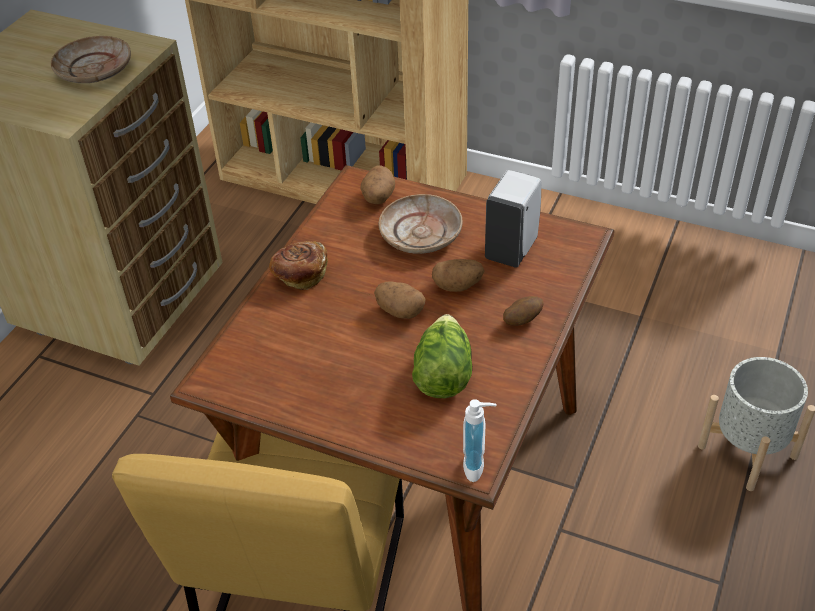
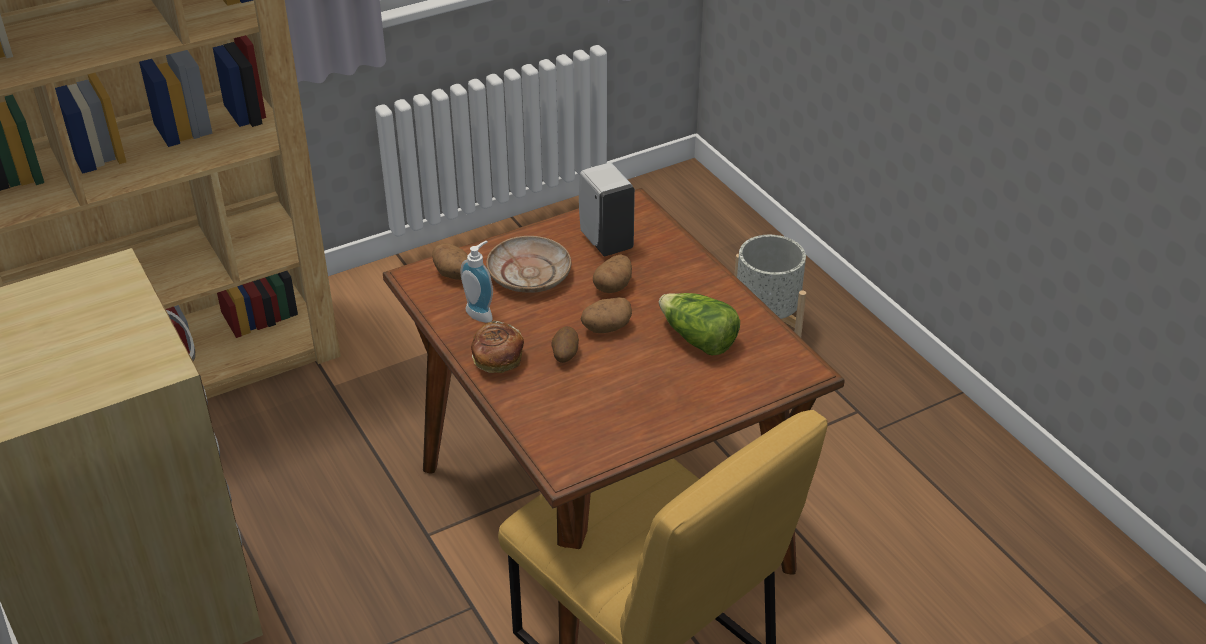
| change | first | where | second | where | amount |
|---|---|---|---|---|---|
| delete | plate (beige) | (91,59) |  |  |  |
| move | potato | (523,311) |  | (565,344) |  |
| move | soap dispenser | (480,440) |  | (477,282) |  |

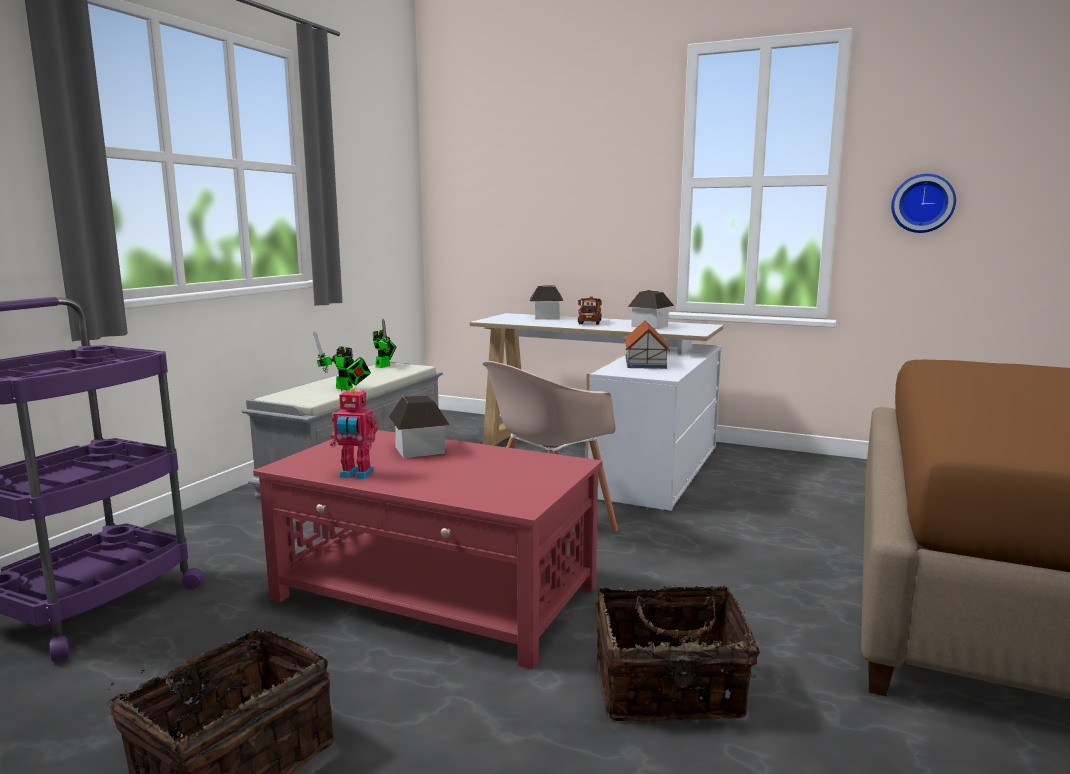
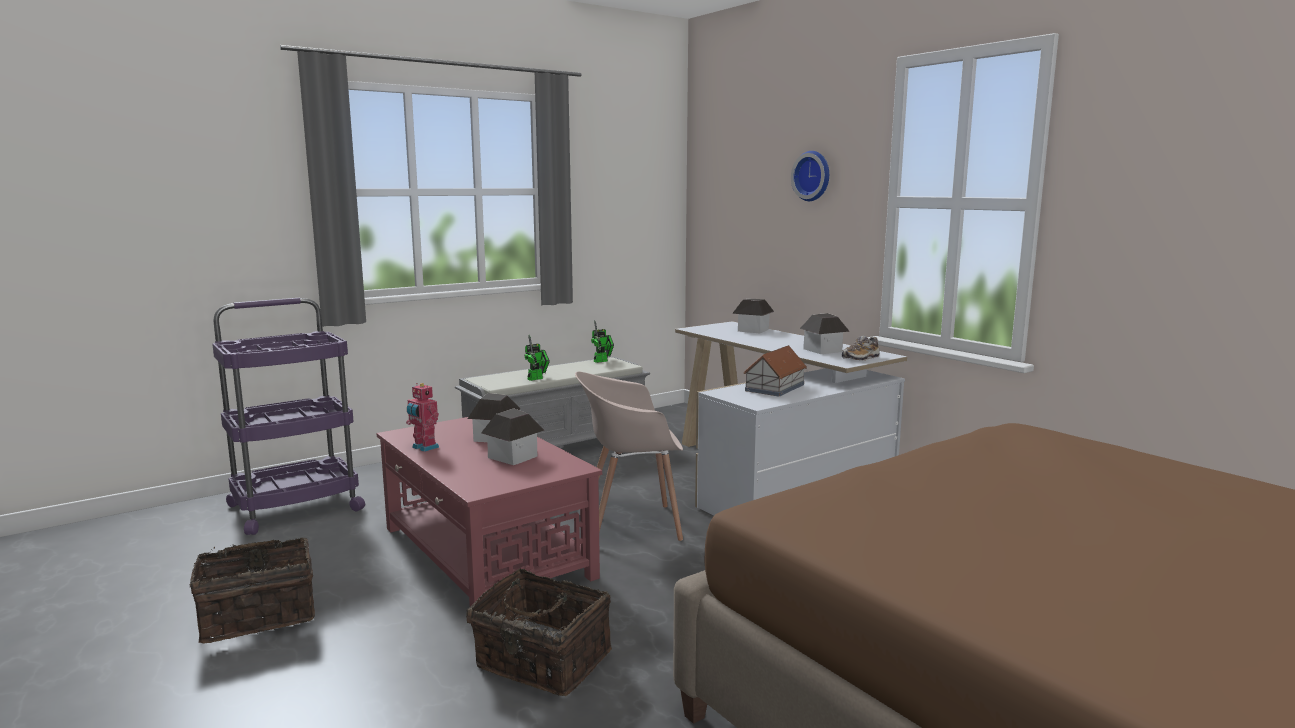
| change | first | where | second | where | amount |
|---|---|---|---|---|---|
| move | wall clock | (923,203) |  | (810,176) |  |
| delete | toy truck | (590,310) |  |  |  |
| rotate | toy robot | (342,360) |  | (537,358) | 105 degrees counterclockwise |
| insert |  |  | shoe | (861,348) |  |
| insert |  |  | toy house | (512,436) |  |

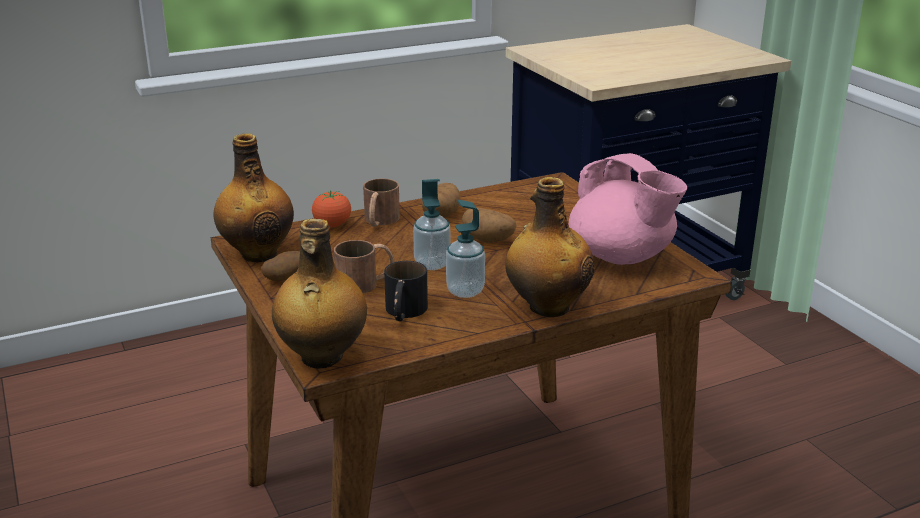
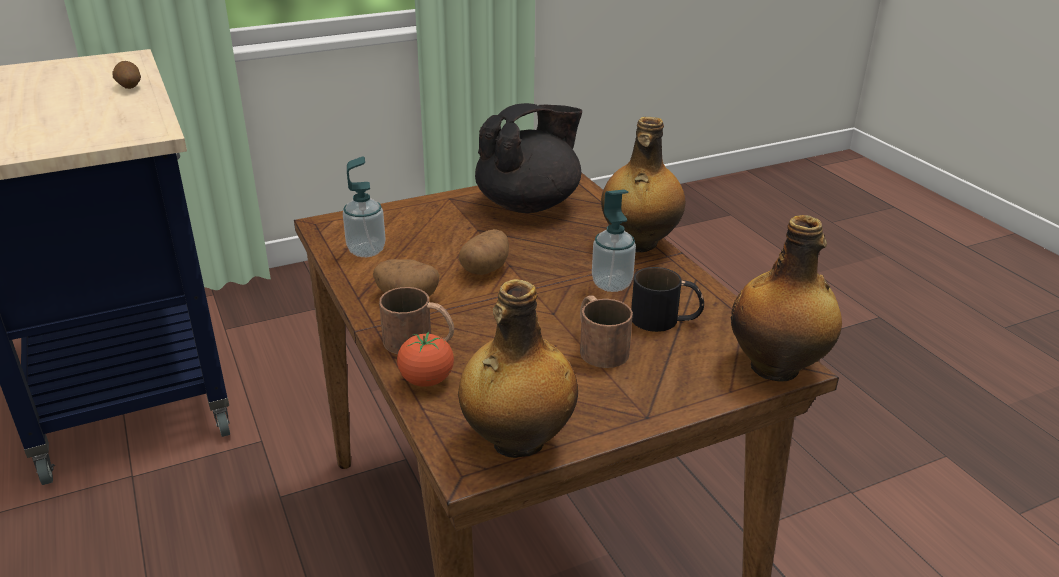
| change | first | where | second | where | amount |
|---|---|---|---|---|---|
| recolor | teapot (pink) | (628,209) | teapot (black) | (528,158) |  |
| move | soap dispenser | (431,224) |  | (364,206) |  |
| move | potato | (280,266) |  | (126,75) |  |

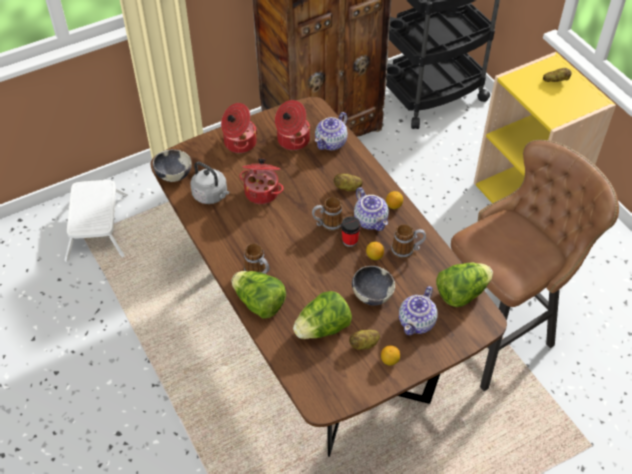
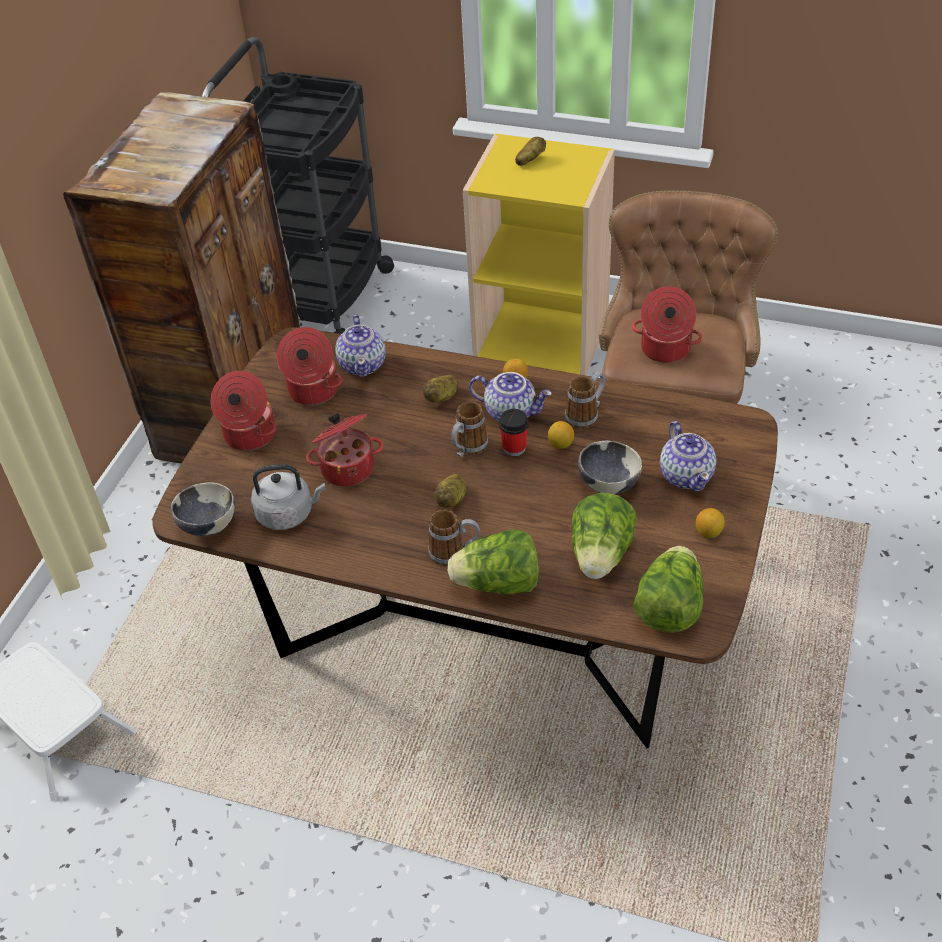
| change | first | where | second | where | amount |
|---|---|---|---|---|---|
| move | lettuce | (464,285) |  | (668,589) |  |
| move | potato | (364,340) |  | (450,491) |  |
| insert |  |  | cooking pot | (667,324) |  |

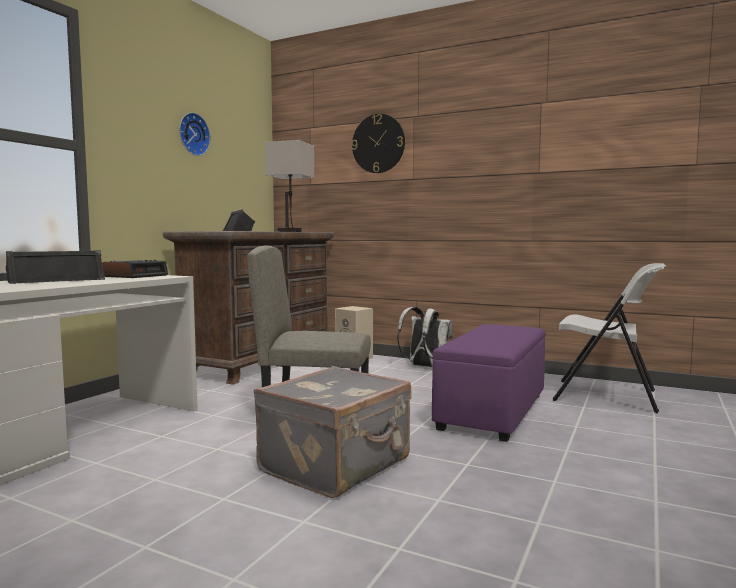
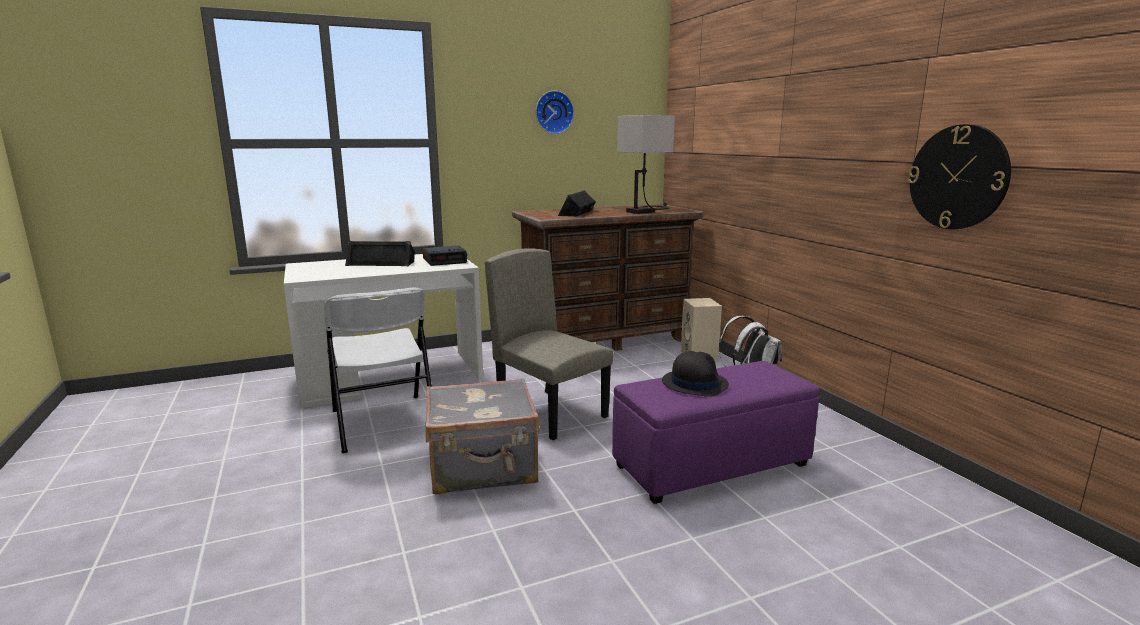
| change | first | where | second | where | amount |
|---|---|---|---|---|---|
| move | wall clock | (378,143) |  | (959,176) |  |
| move | chair (white) | (609,338) |  | (378,370) |  |
| insert |  |  | hat (black) | (695,374) |  |

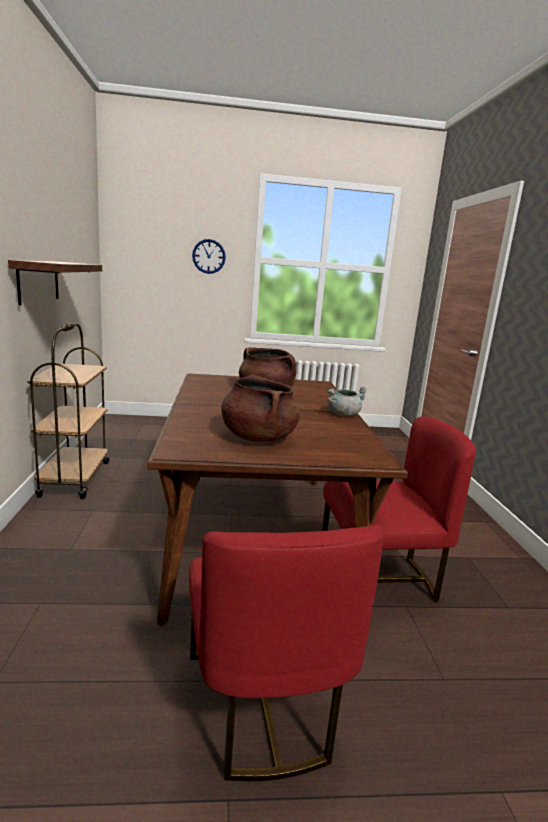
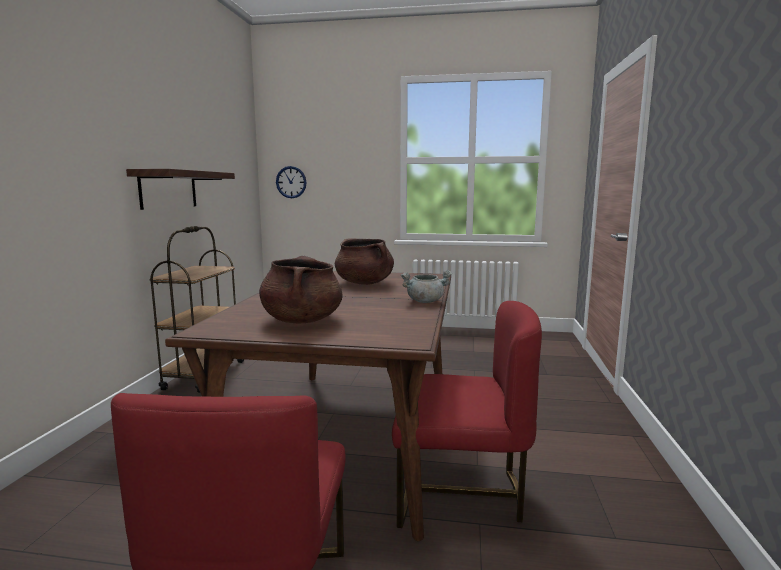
| change | first | where | second | where | amount |
|---|---|---|---|---|---|
| move | wall clock | (209,256) |  | (291,182) |  |

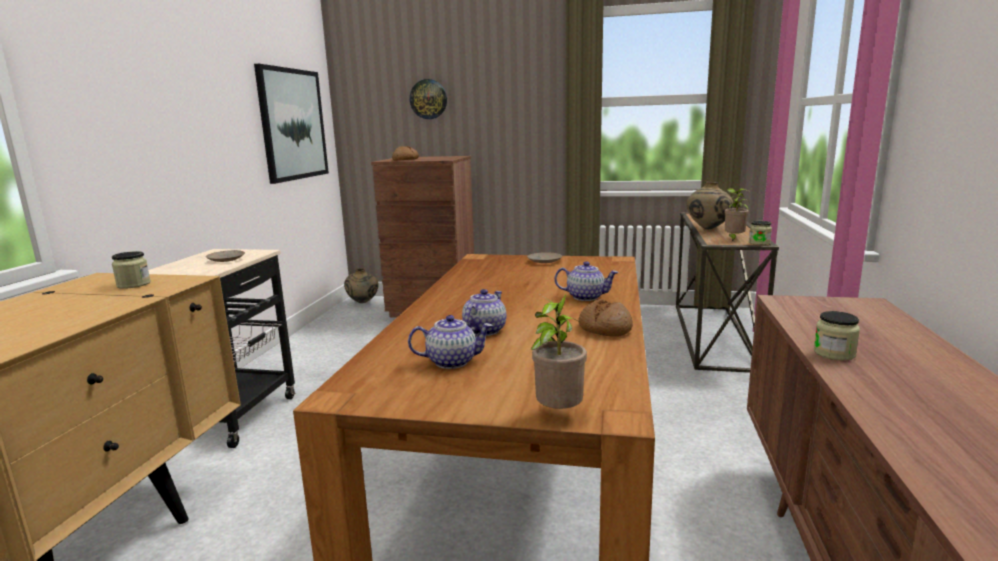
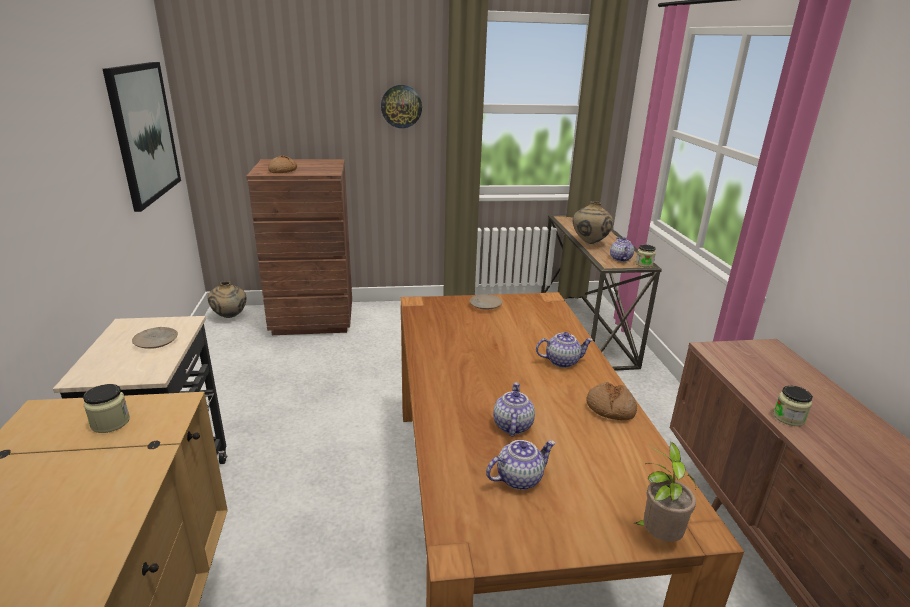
| change | first | where | second | where | amount |
|---|---|---|---|---|---|
| move | wall clock | (428,99) |  | (401,106) |  |
| replace | potted plant | (737,214) | teapot | (622,249) |  |

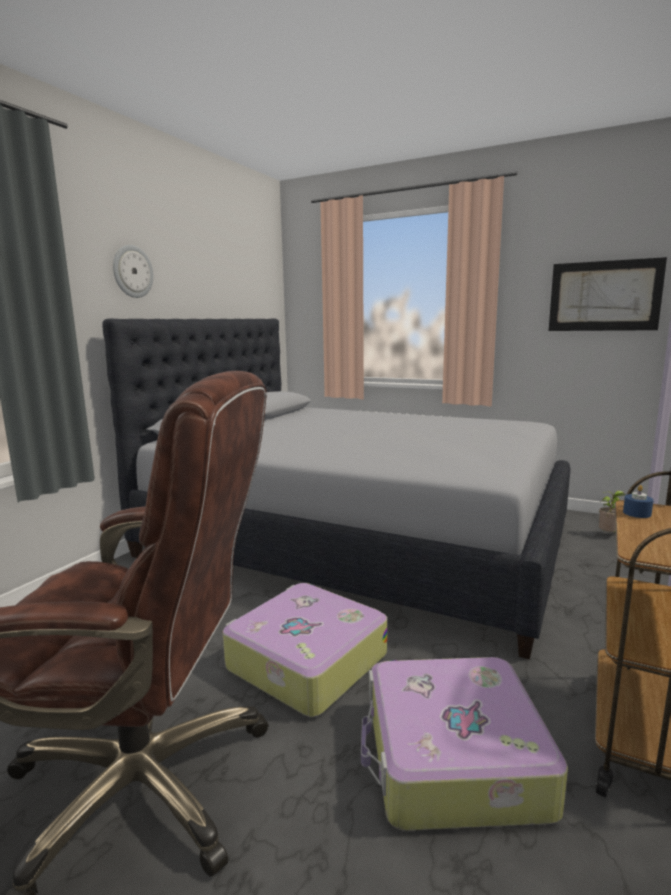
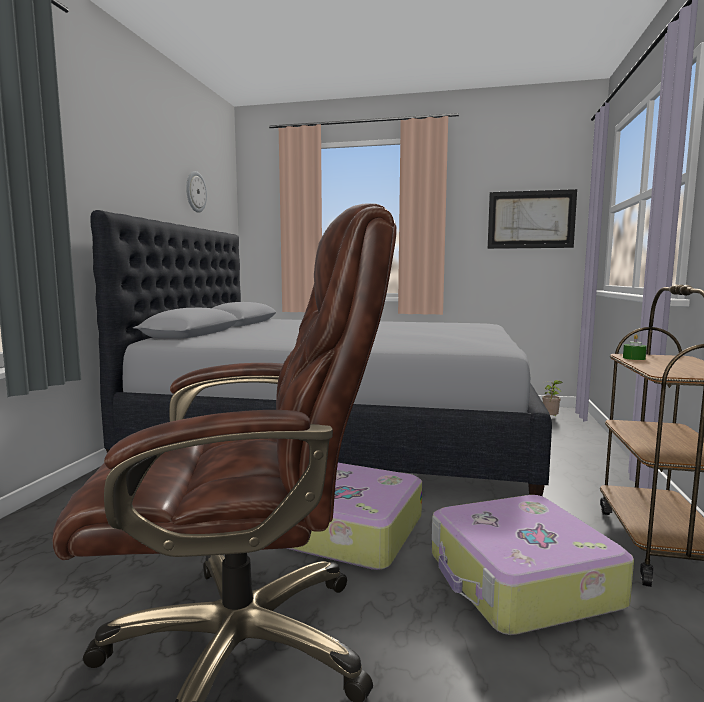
| change | first | where | second | where | amount |
|---|---|---|---|---|---|
| move | wall clock | (133,271) |  | (196,192) |  |
| recolor | candle (blue) | (638,501) | candle (green) | (635,347) |  |

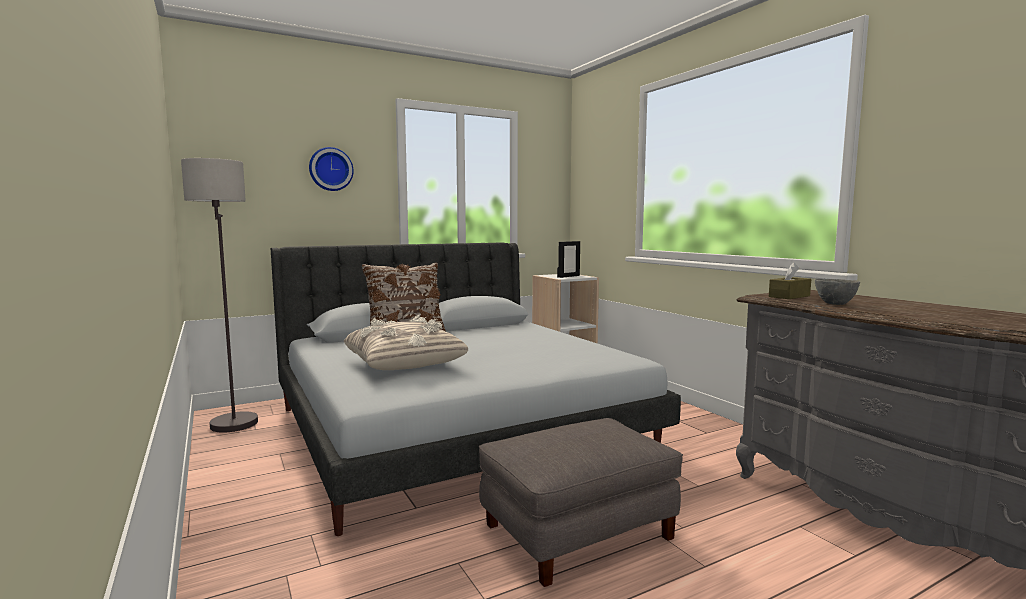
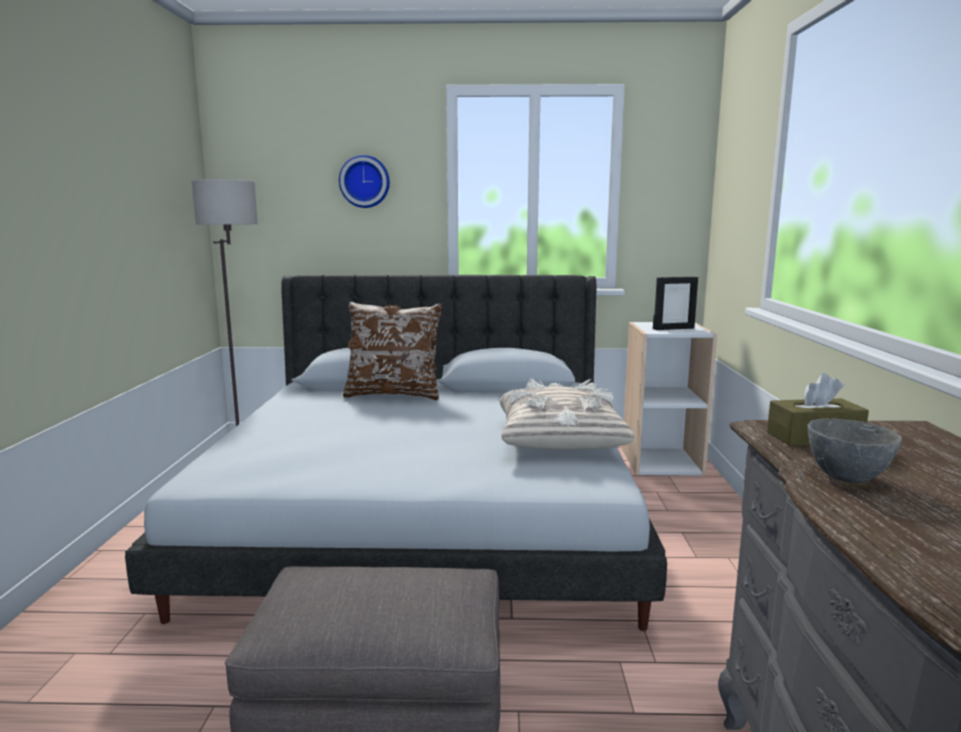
| change | first | where | second | where | amount |
|---|---|---|---|---|---|
| move | pillow (beige) | (406,342) |  | (567,414) |  |

